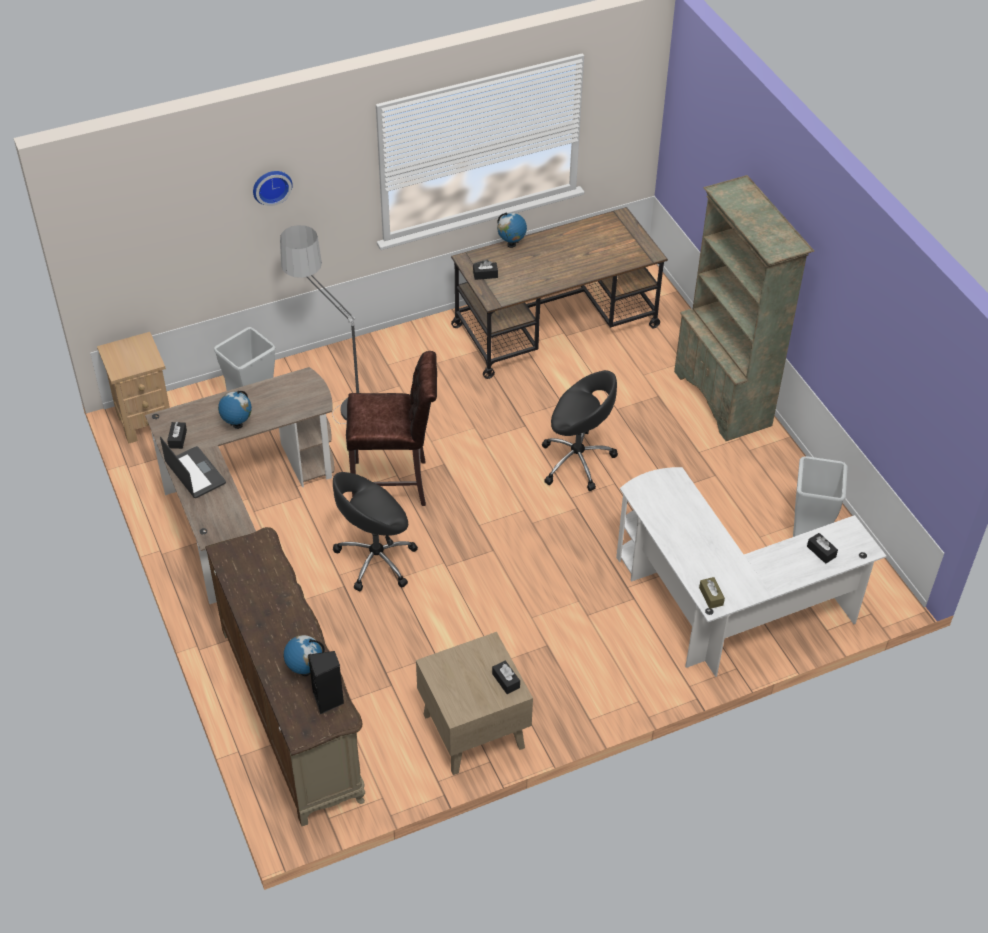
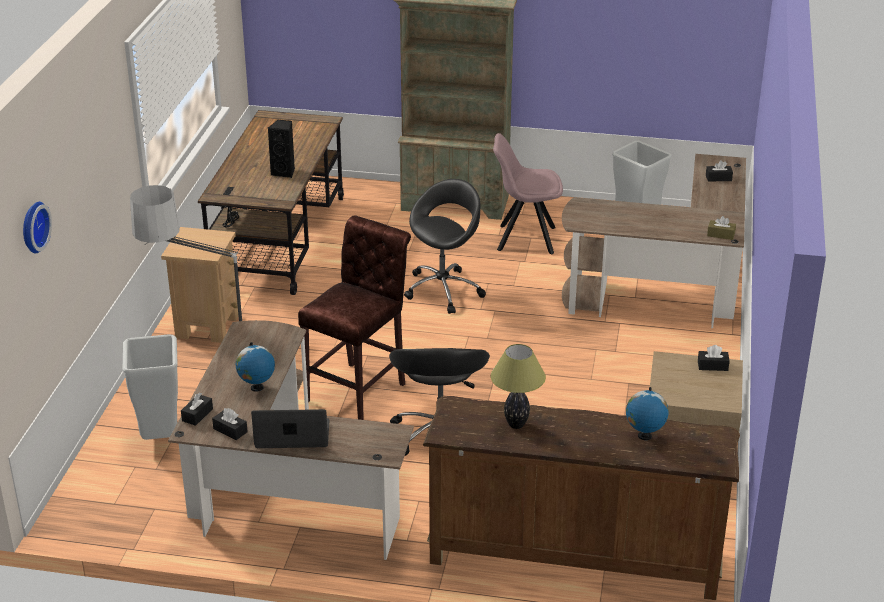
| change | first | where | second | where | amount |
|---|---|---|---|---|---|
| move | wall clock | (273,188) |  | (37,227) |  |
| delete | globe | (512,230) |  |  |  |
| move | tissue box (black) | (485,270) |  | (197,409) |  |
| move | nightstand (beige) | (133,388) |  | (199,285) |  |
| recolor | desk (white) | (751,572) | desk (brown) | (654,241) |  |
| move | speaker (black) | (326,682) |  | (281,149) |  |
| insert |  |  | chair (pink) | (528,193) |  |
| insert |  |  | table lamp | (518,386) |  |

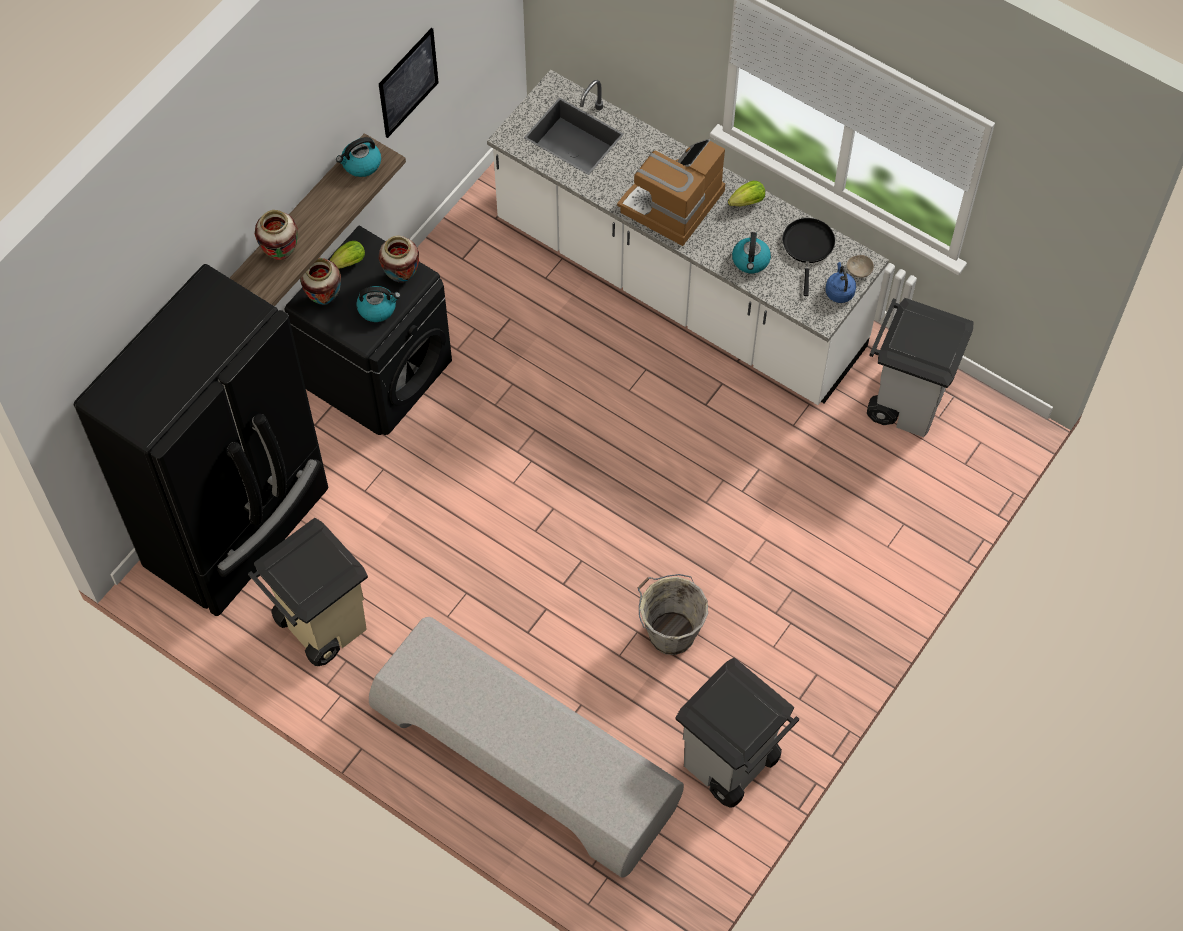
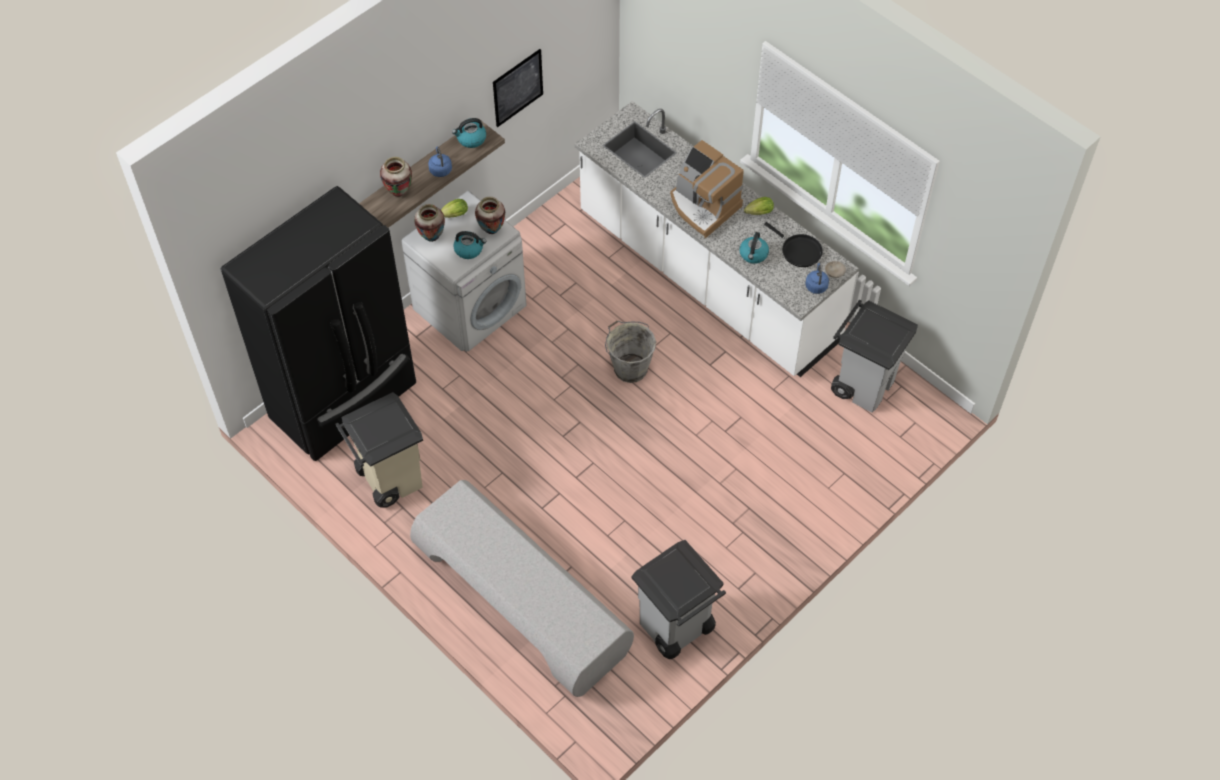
| change | first | where | second | where | amount |
|---|---|---|---|---|---|
| rotate | coffee machine | (671,192) |  | (707,189) | 90 degrees counterclockwise |
| rotate | frying pan (black) | (808,257) |  | (793,244) | 120 degrees clockwise |
| recolor | washing machine (black) | (368,330) | washing machine (white) | (464,271) |  |
| move | bucket (grey) | (673,614) |  | (630,352) |  |
| insert |  |  | kettle (blue) | (440,161) |  |

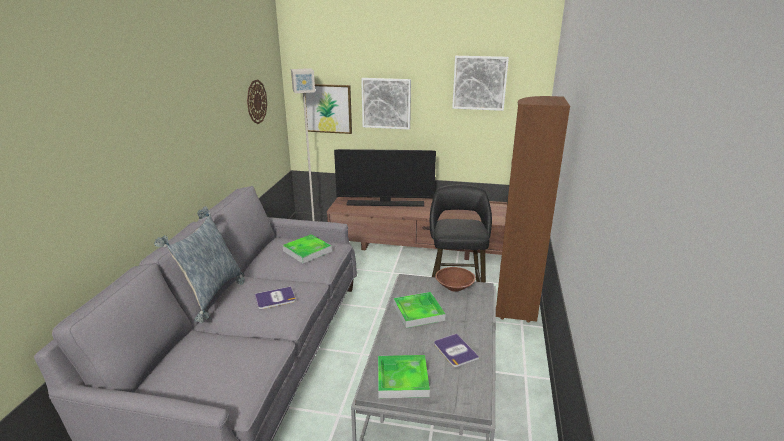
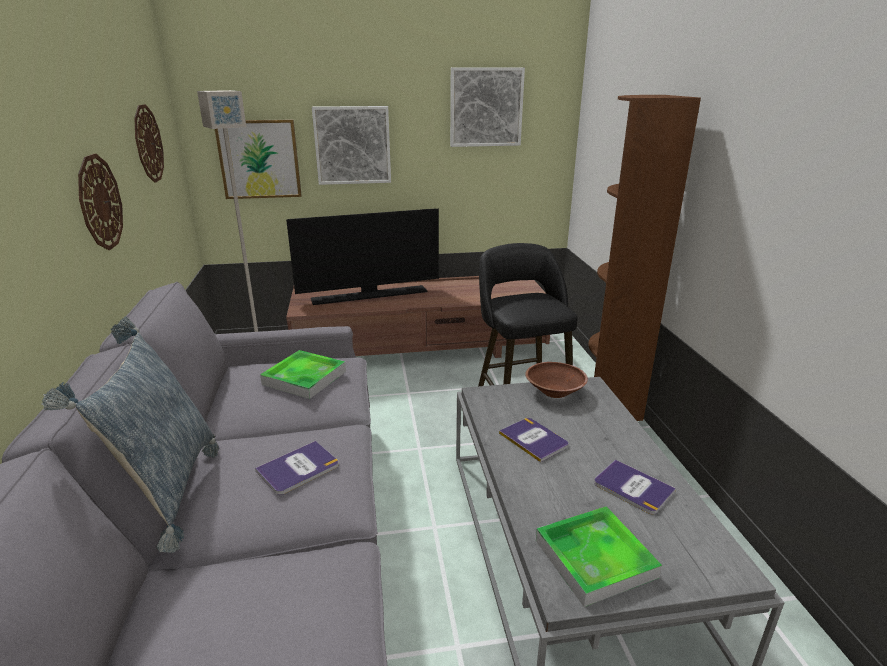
| change | first | where | second | where | amount |
|---|---|---|---|---|---|
| replace | tray | (419,310) | book | (533,440) |  |
| insert |  |  | wall clock | (100,201) |  |

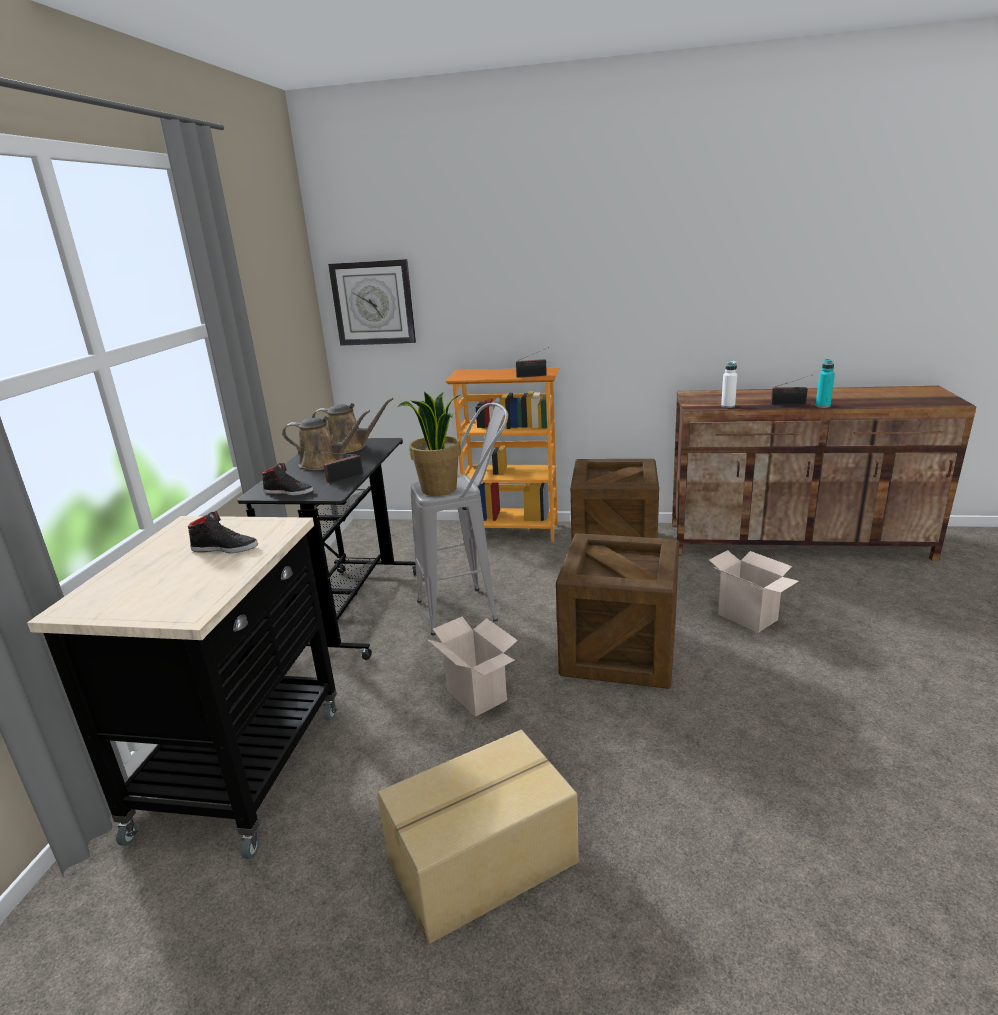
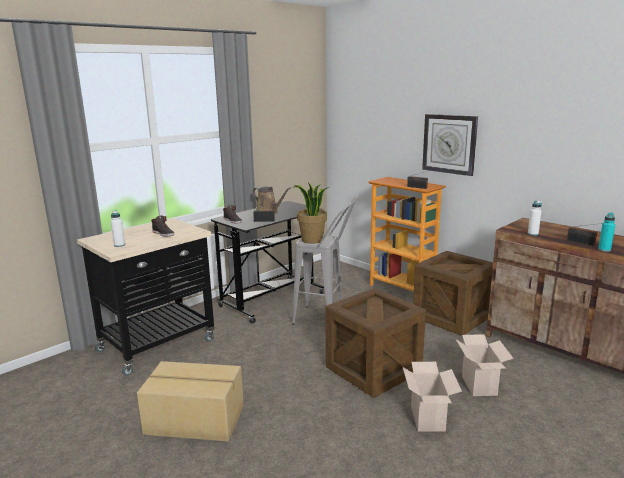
| change | first | where | second | where | amount |
|---|---|---|---|---|---|
| move | wall clock | (372,302) |  | (450,145) |  |
| delete | watering can (brown) | (352,426) |  |  |  |
| move | cardboard box | (473,667) |  | (432,397) |  |
| insert |  |  | bottle (white) | (118,228) |  |

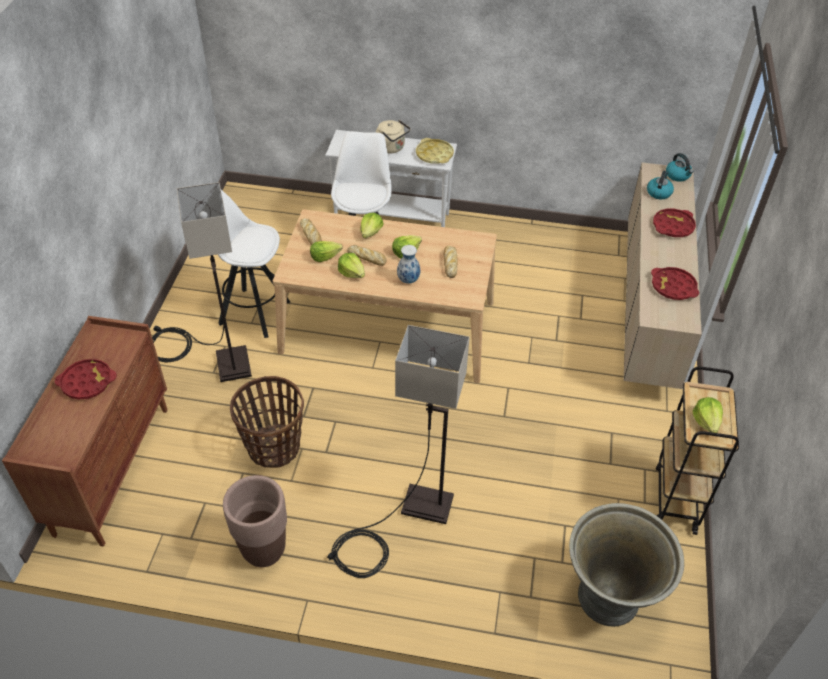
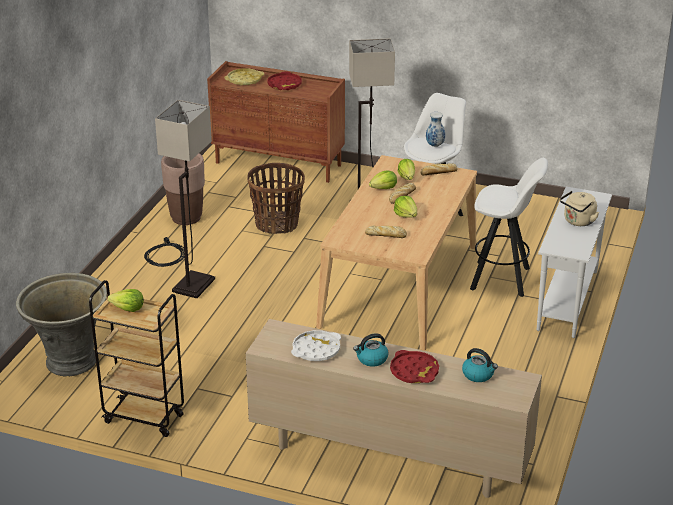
| change | first | where | second | where | amount |
|---|---|---|---|---|---|
| move | tray (yellow) | (435,151) |  | (244,77) |  |
| move | kettle | (679,167) |  | (370,350) |  |
| delete | lettuce | (371,225) |  |  |  |
| move | vase | (408,264) |  | (435,129) |  |
| recolor | tray (red) | (675,283) | tray (white) | (316,345) |  |

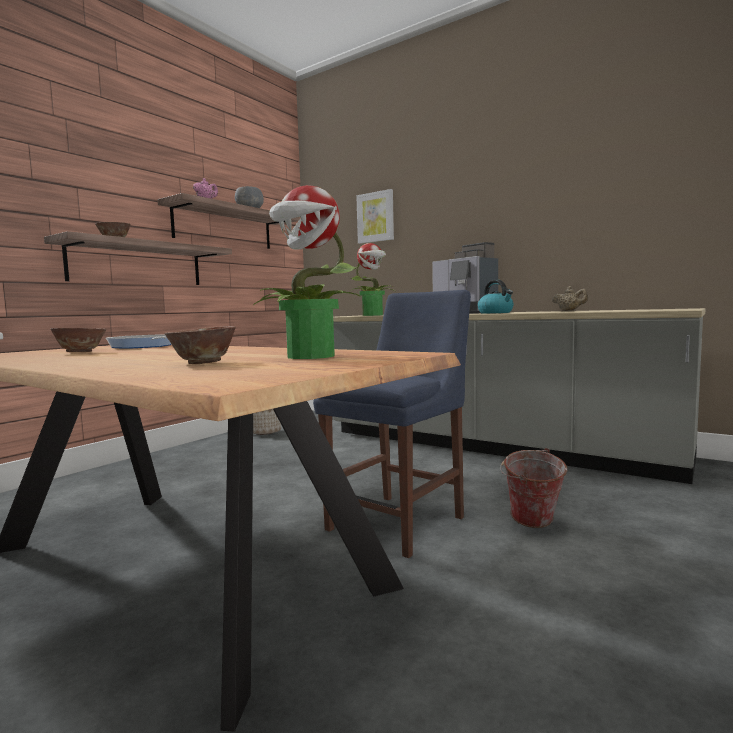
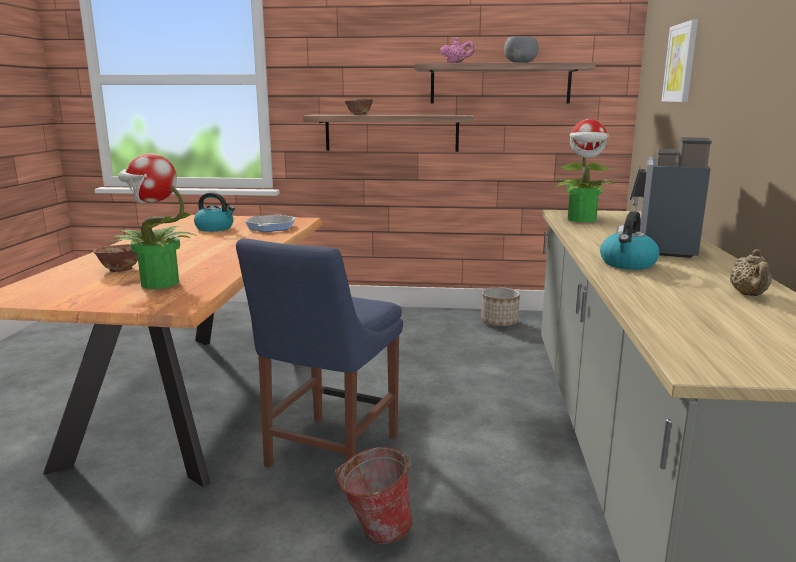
| change | first | where | second | where | amount |
|---|---|---|---|---|---|
| rotate | chair (blue) | (392,424) |  | (319,353) | 105 degrees clockwise |
| replace | bowl | (78,340) | kettle | (214,212) |  |

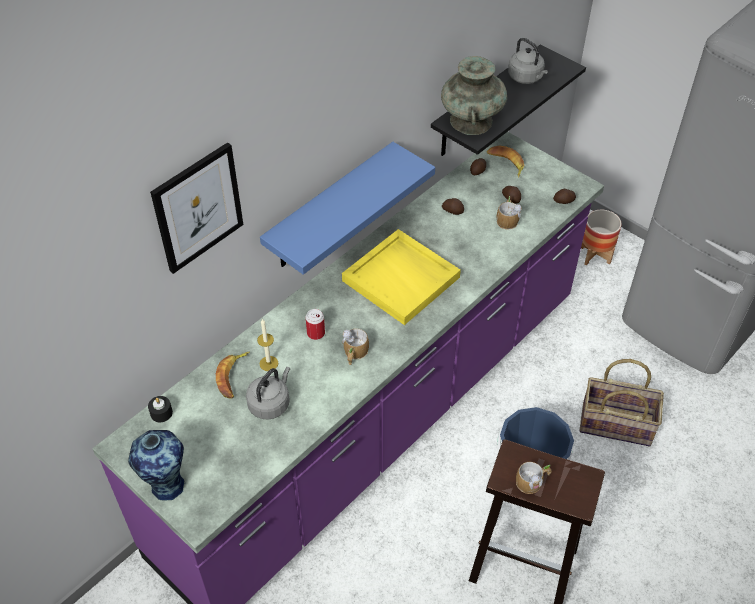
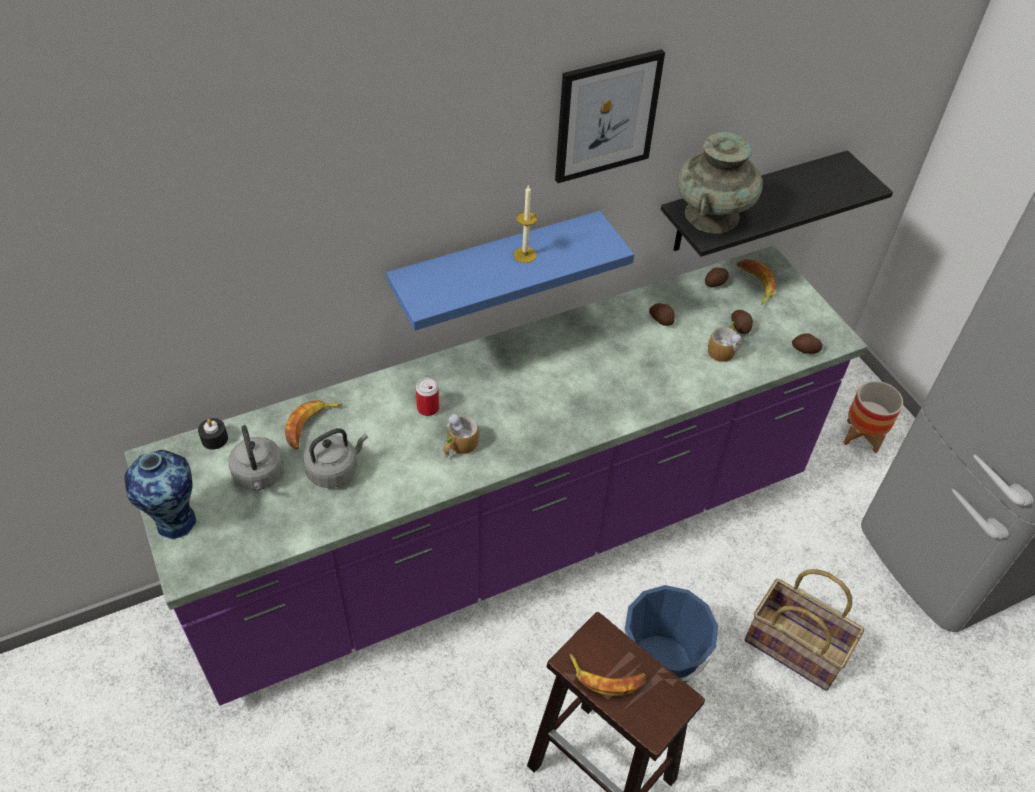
| change | first | where | second | where | amount |
|---|---|---|---|---|---|
| move | kettle (grey) | (528,61) |  | (256,457) |  |
| move | picture | (196,208) |  | (610,116) |  |
| delete | tray (yellow) | (401,277) |  |  |  |
| move | candle | (267,345) |  | (525,224) |  |
| replace | mug | (534,478) | banana | (608,675) |  |

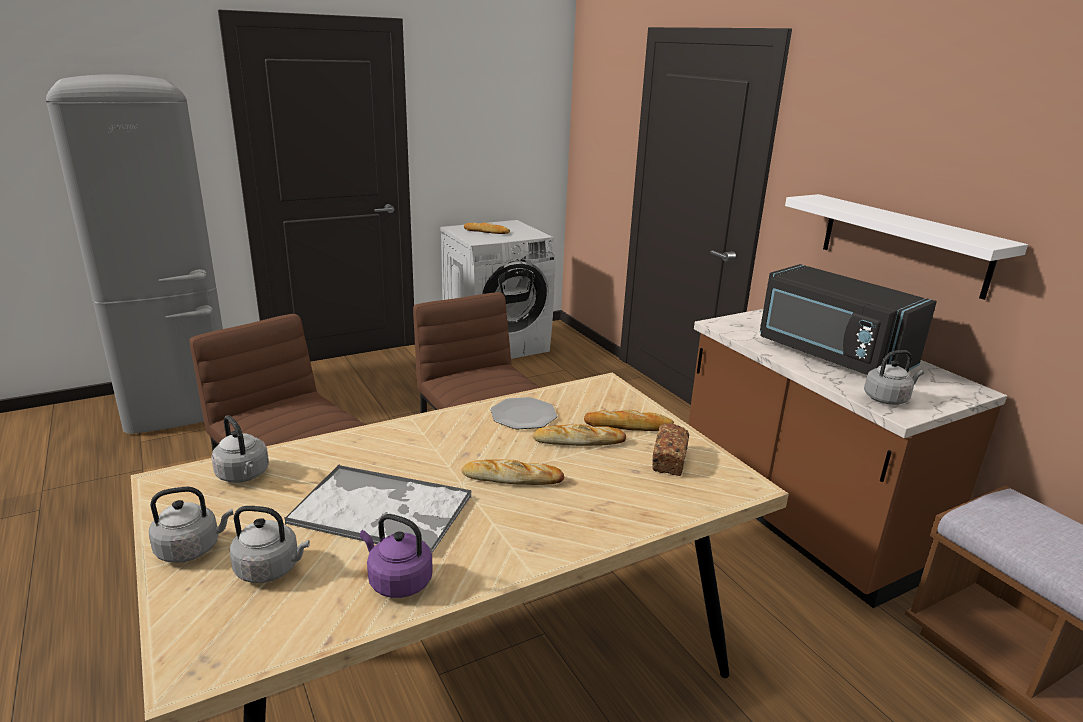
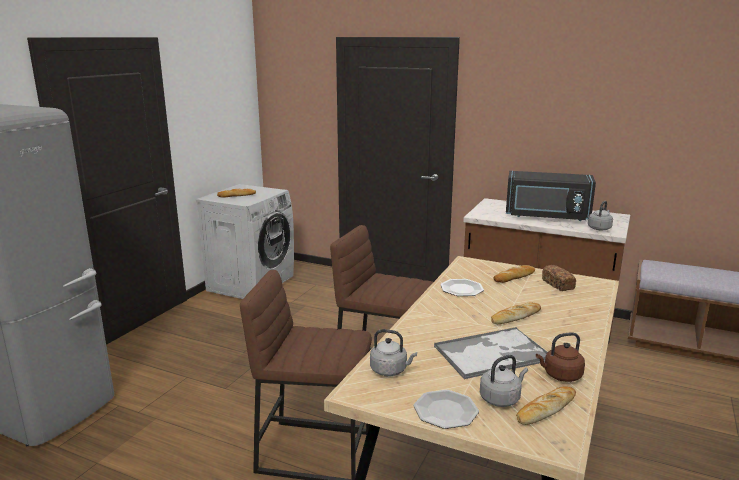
| change | first | where | second | where | amount |
|---|---|---|---|---|---|
| delete | shelf (white) | (906,247) |  |  |  |
| move | bread | (579,435) |  | (546,405) |  |
| replace | kettle (grey) | (191,525) | plate | (446,409) |  |
| recolor | kettle (purple) | (396,556) | kettle (brown) | (560,357) |  |

